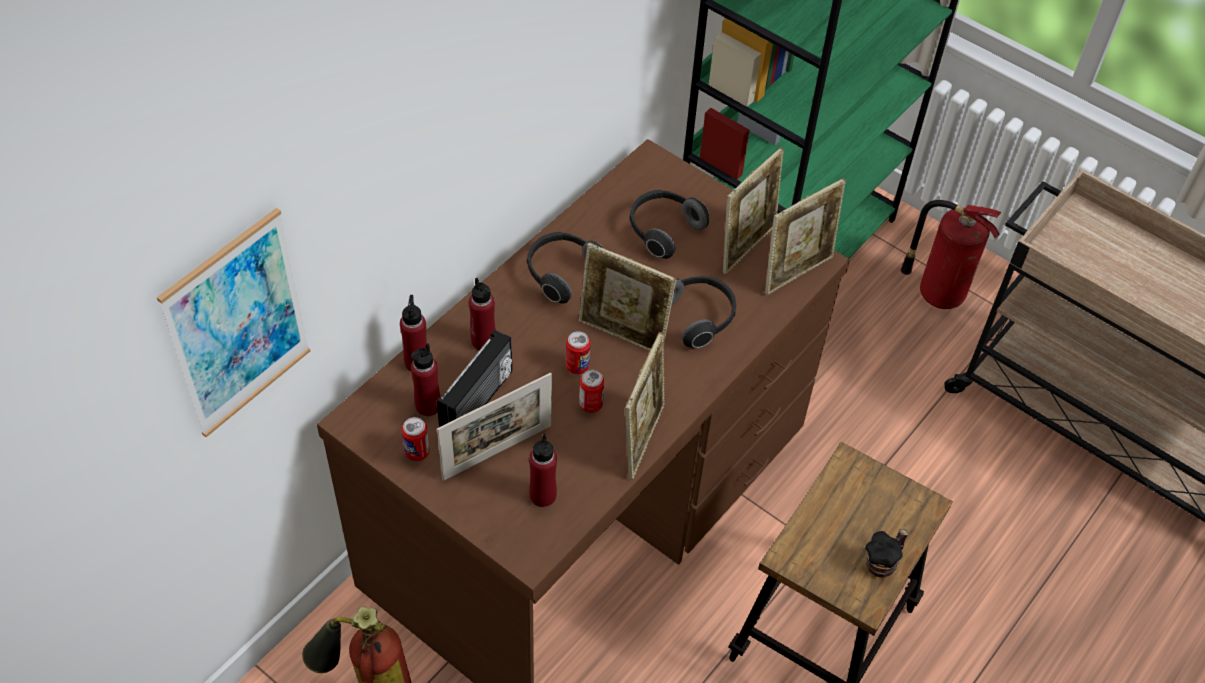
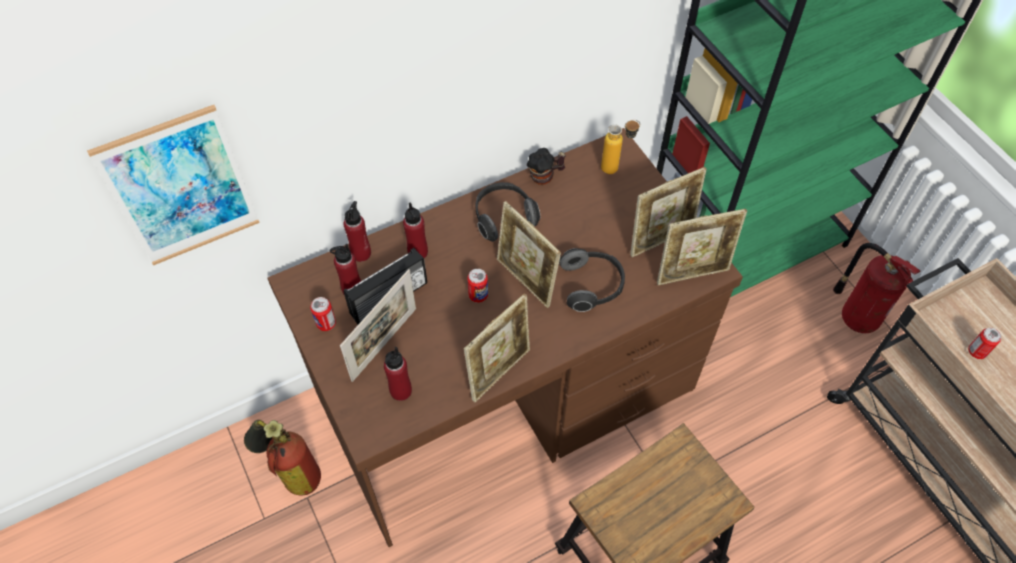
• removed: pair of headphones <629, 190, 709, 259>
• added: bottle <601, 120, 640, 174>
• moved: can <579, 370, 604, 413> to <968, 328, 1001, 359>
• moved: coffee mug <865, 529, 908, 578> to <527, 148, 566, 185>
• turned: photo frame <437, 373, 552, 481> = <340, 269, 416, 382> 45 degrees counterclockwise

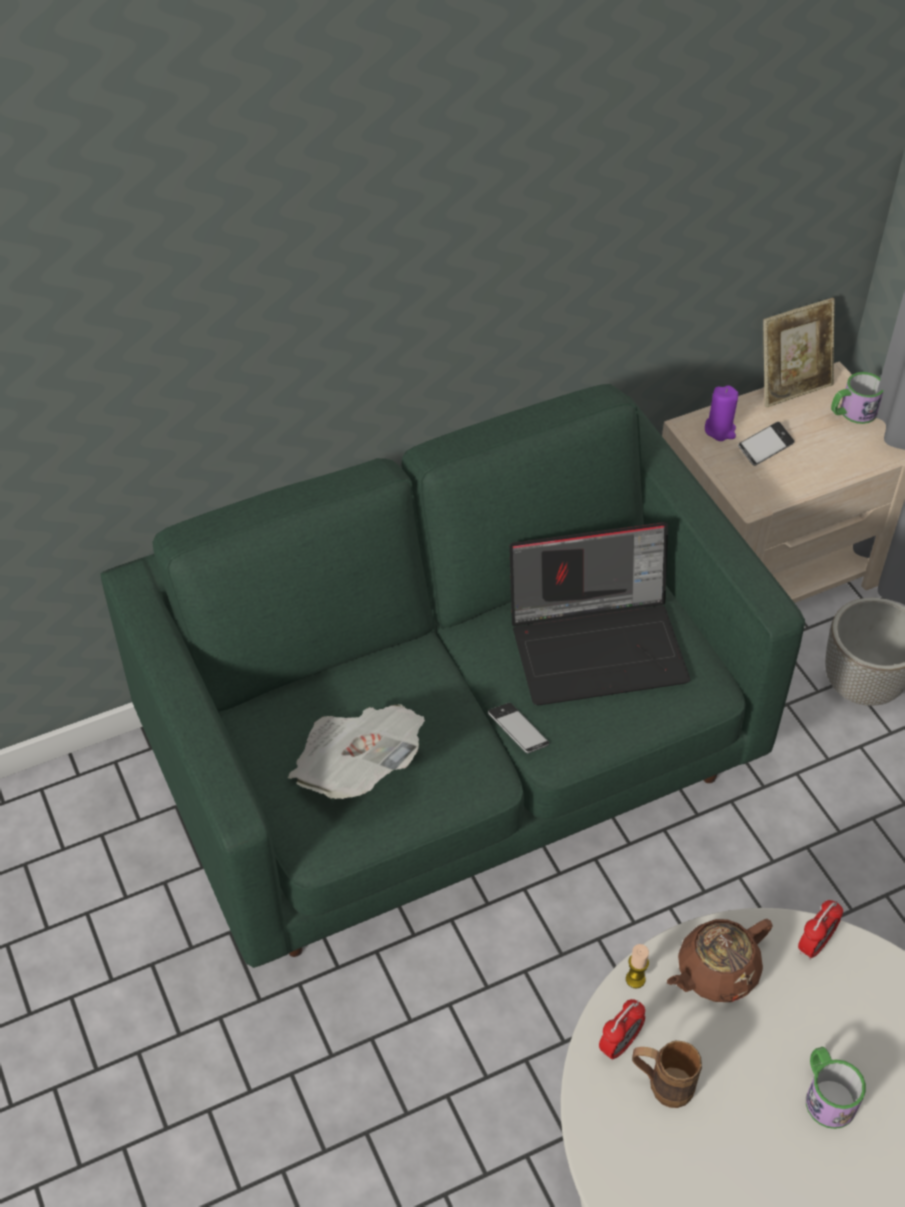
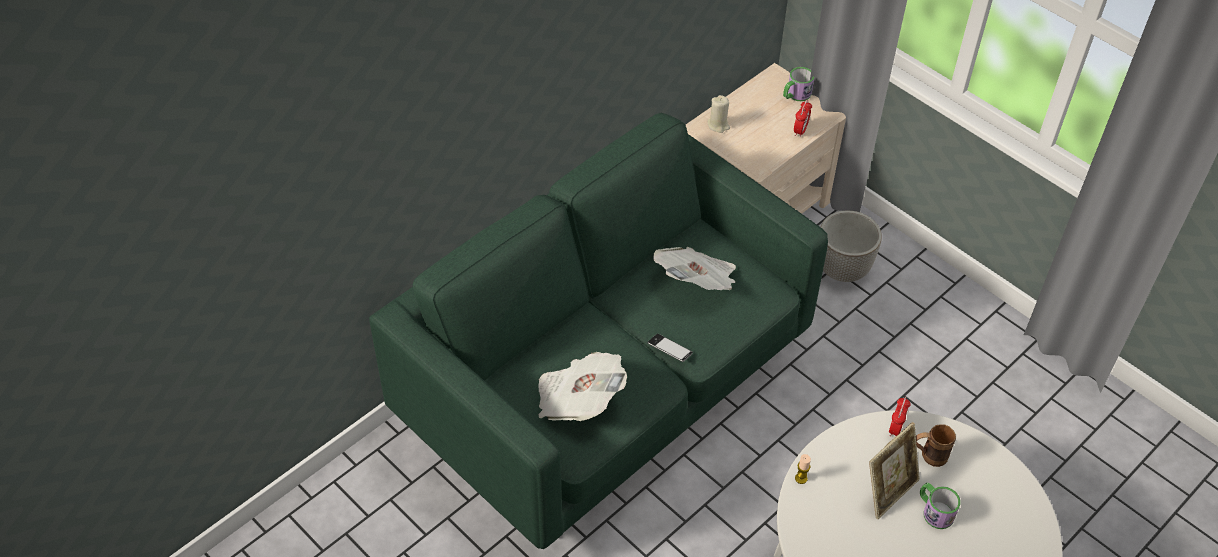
• removed: pot for tea/brownish <667, 919, 773, 1002>
• removed: telephone <738, 422, 794, 466>
• moved: table clock <599, 999, 645, 1061> to <794, 100, 812, 137>
• moved: coffee mug/brownish <632, 1040, 702, 1108> to <916, 424, 956, 467>
• moved: photo frame <763, 298, 835, 408> to <869, 422, 920, 519>
• replaced: laptop <509, 522, 690, 706> to daily paper <653, 247, 736, 290>
• recoloured: wax light/purplish <705, 385, 739, 441> to wax light/beige-coloured <707, 95, 730, 133>

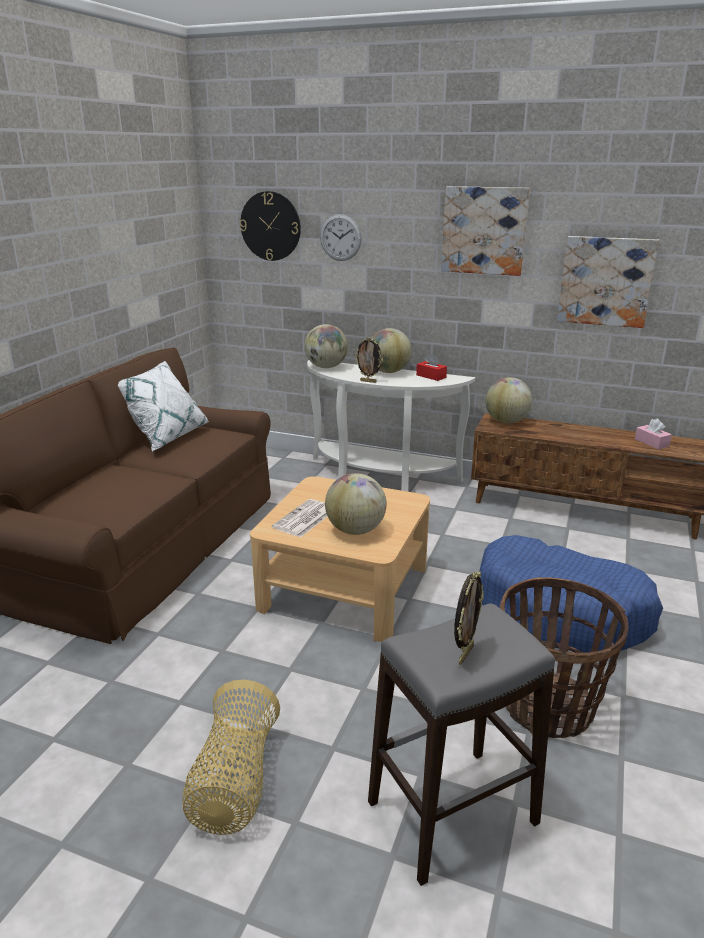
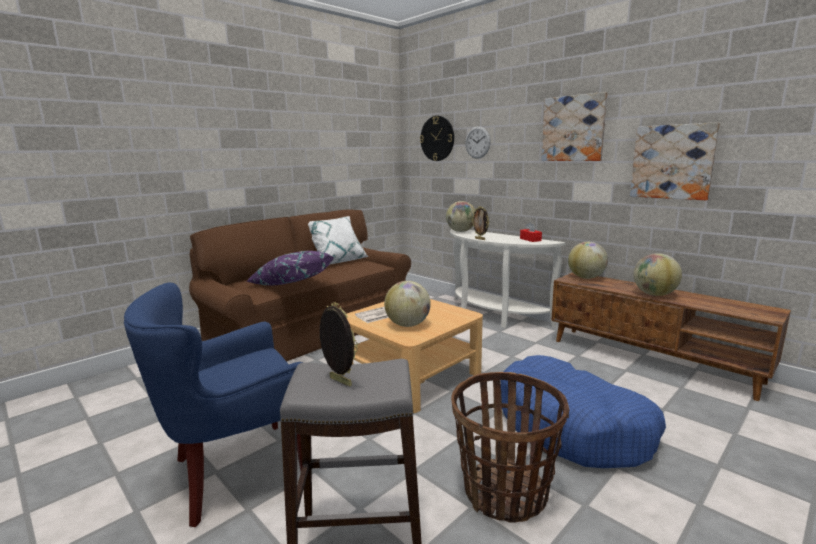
• removed: tissue holder/pink-coloured <635, 419, 672, 449>
• added: throw pillow/purplish <246, 251, 334, 286>
• moved: world globe <371, 328, 412, 373> to <634, 253, 682, 296>
• replaced: basket <182, 680, 280, 835> to easy chair/bluish <124, 283, 304, 527>
• turned: photo frame <454, 571, 484, 665> = <320, 302, 358, 387> 105 degrees counterclockwise

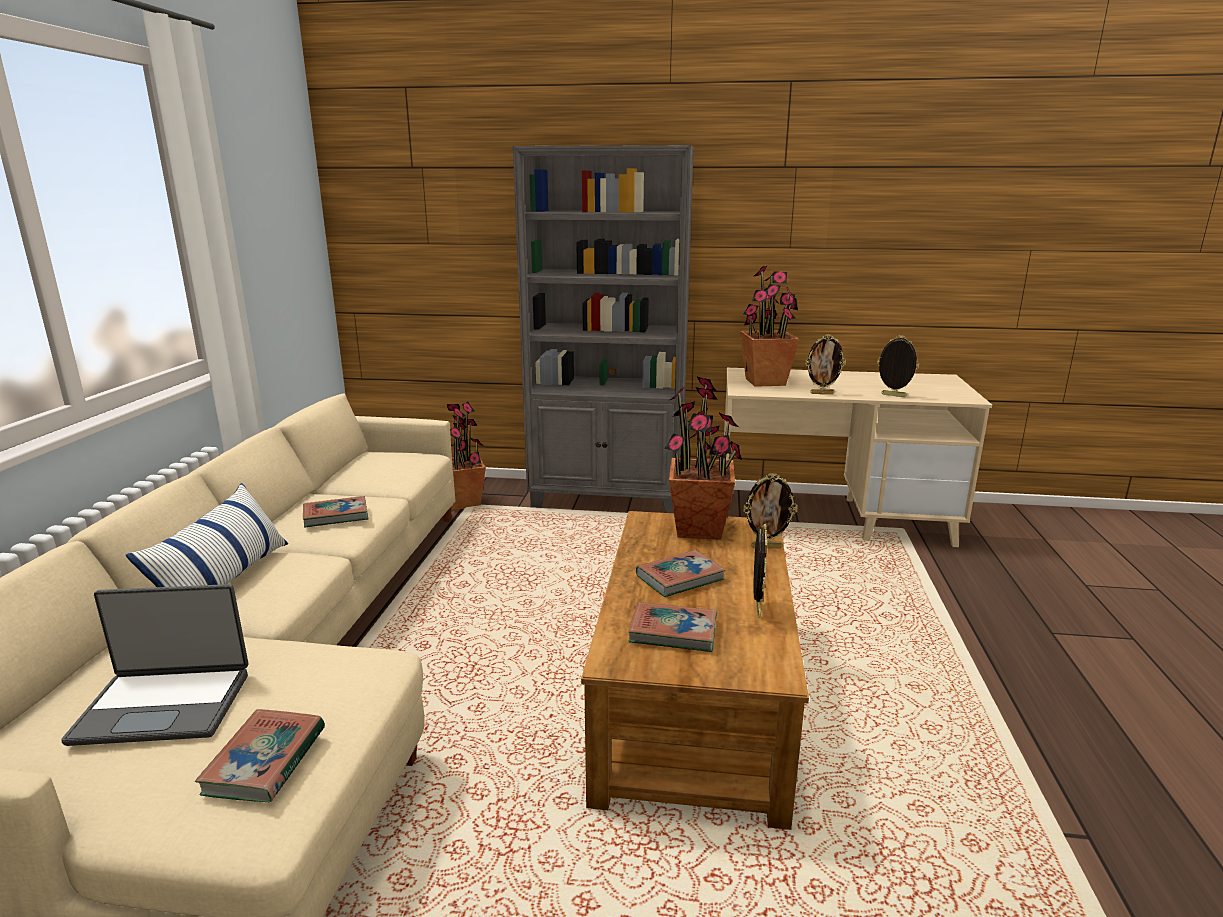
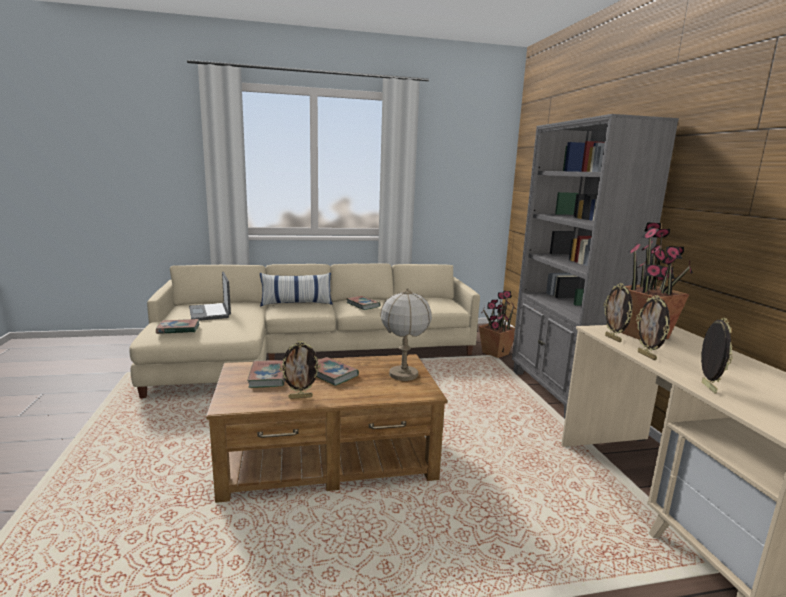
• moved: photo frame <743, 473, 797, 548> to <604, 283, 633, 342>
• replaced: houseplant <665, 377, 742, 540> to table lamp <380, 288, 432, 381>

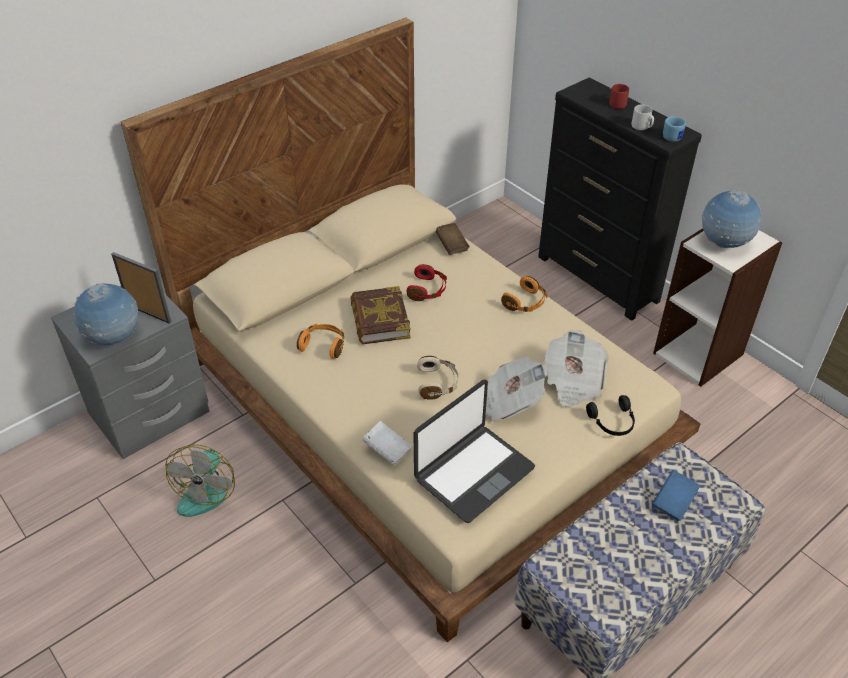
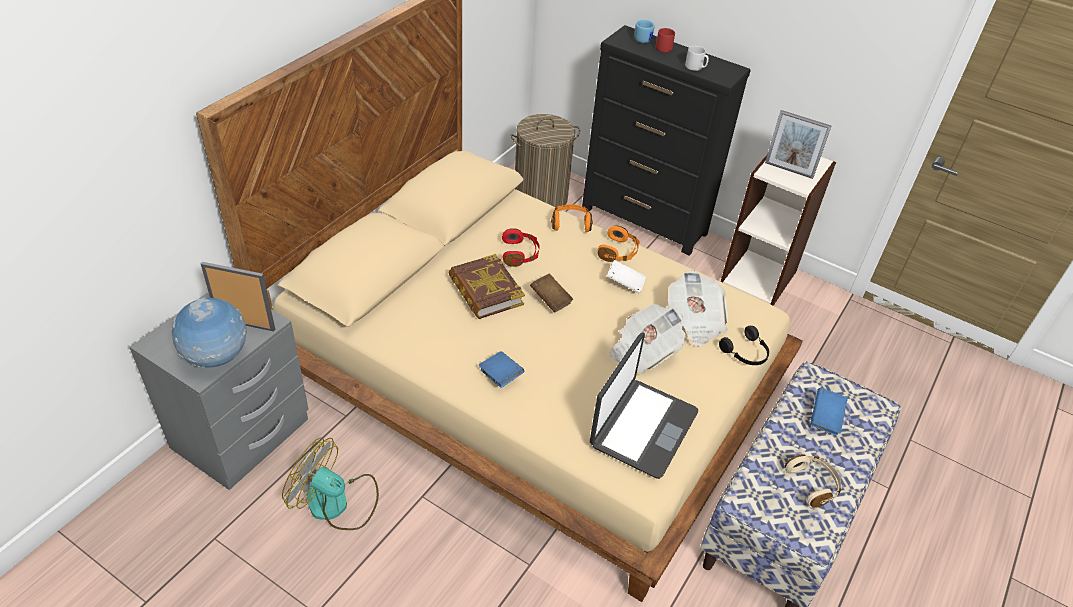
• added: book/bluish <478, 351, 524, 388>
• added: laundry basket <510, 114, 580, 207>
• moved: pair of headphones/orange-coloured <297, 324, 344, 359> to <551, 204, 593, 232>
• moved: book/white <362, 421, 412, 466> to <607, 260, 646, 293>
• moved: pair of headphones/beige-coloured <417, 356, 458, 400> to <785, 454, 843, 508>
• moved: book/brownish <436, 223, 470, 255> to <530, 274, 573, 313>
• moved: coffee mug/bluish <663, 116, 686, 142> to <634, 20, 655, 43>
• replaced: world globe <702, 190, 763, 248> to photo frame <765, 110, 831, 179>
• turned: electric fan <165, 444, 235, 517> = <282, 437, 379, 530> 120 degrees clockwise

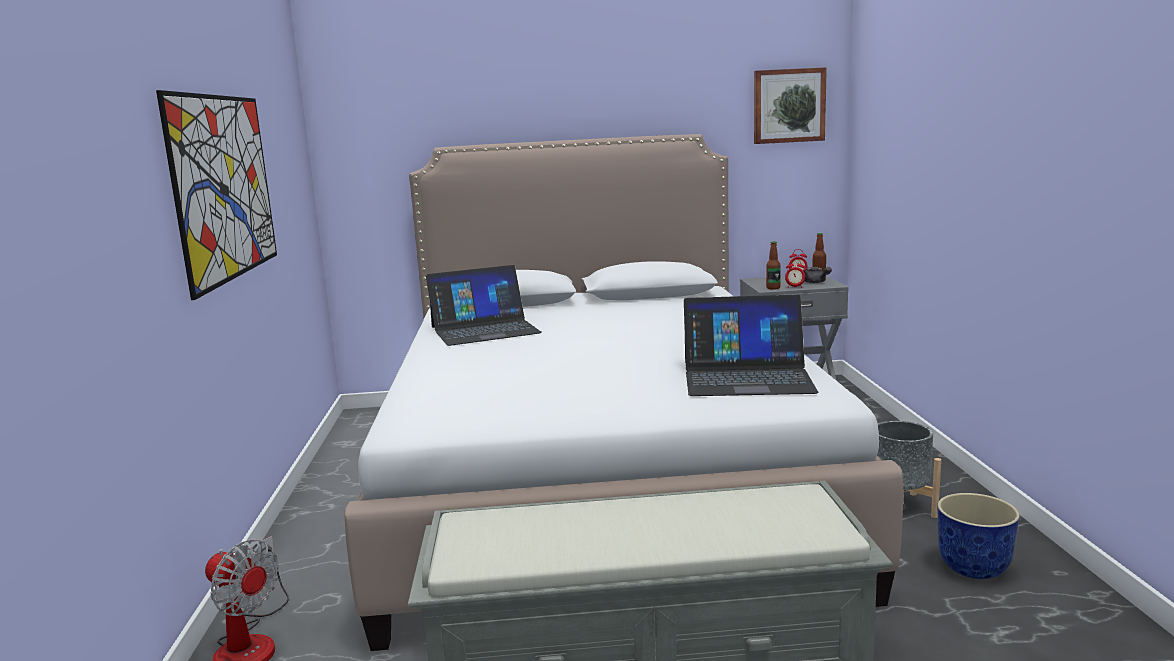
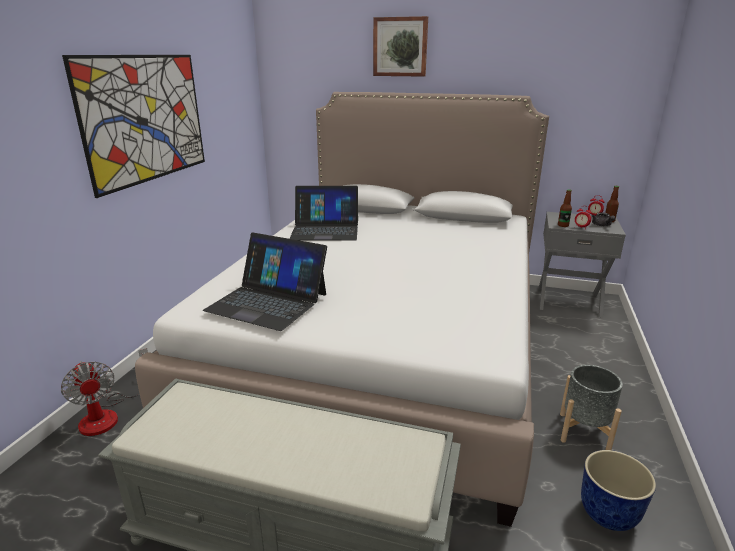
• moved: laptop <684, 295, 819, 396> to <203, 232, 327, 331>
• moved: picture <754, 67, 827, 144> to <373, 16, 428, 77>

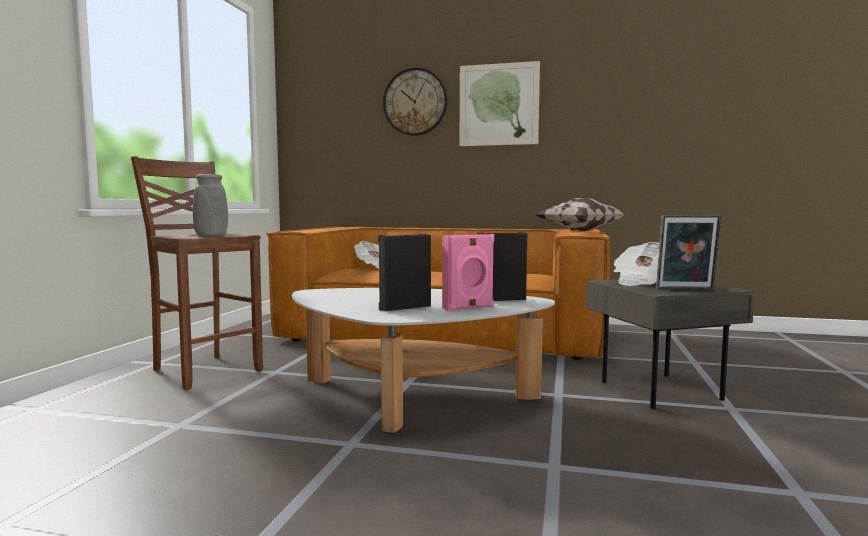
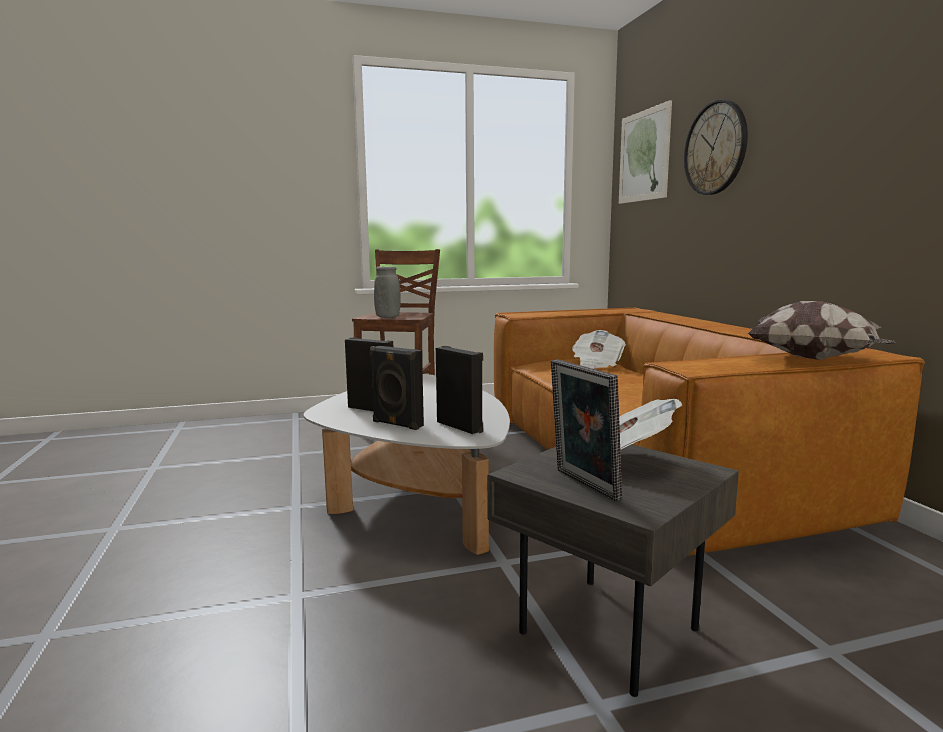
• moved: picture <460, 61, 540, 146> to <619, 100, 672, 204>
• recoloured: speaker/pink-coloured <442, 234, 494, 311> to speaker/black-coloured <370, 346, 424, 430>

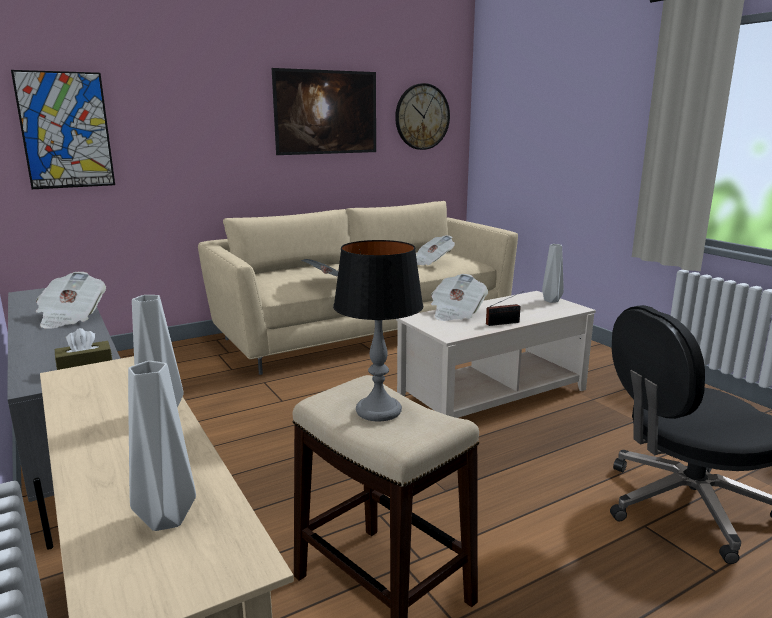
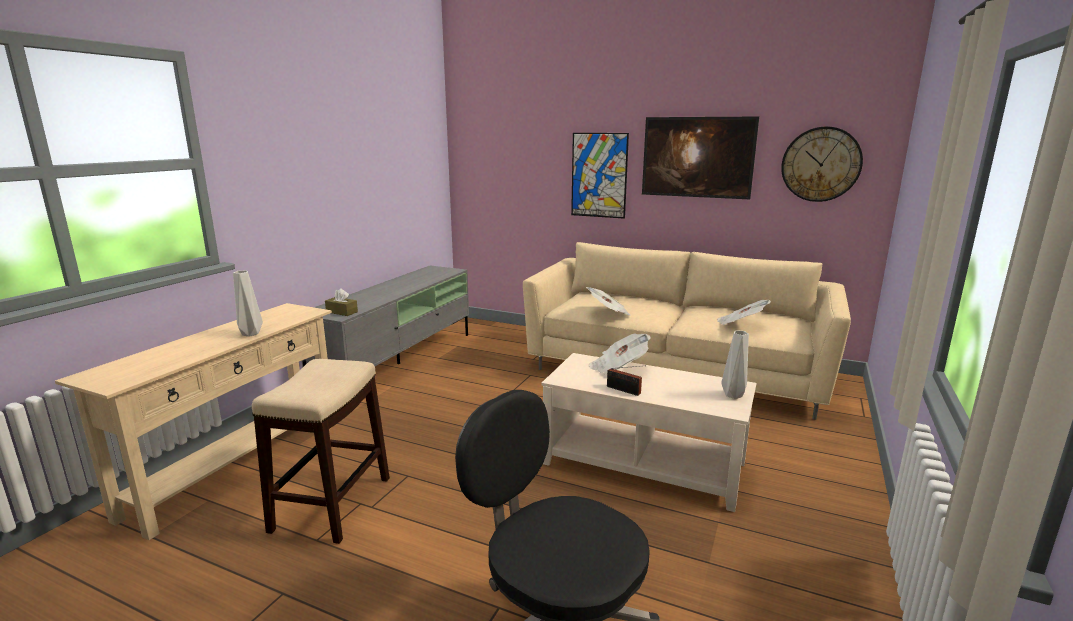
• removed: daily paper <36, 272, 106, 329>
• removed: vase/grey <128, 361, 196, 531>
• removed: table lamp <333, 240, 423, 422>
• moved: picture <11, 70, 115, 189> to <571, 133, 629, 219>

